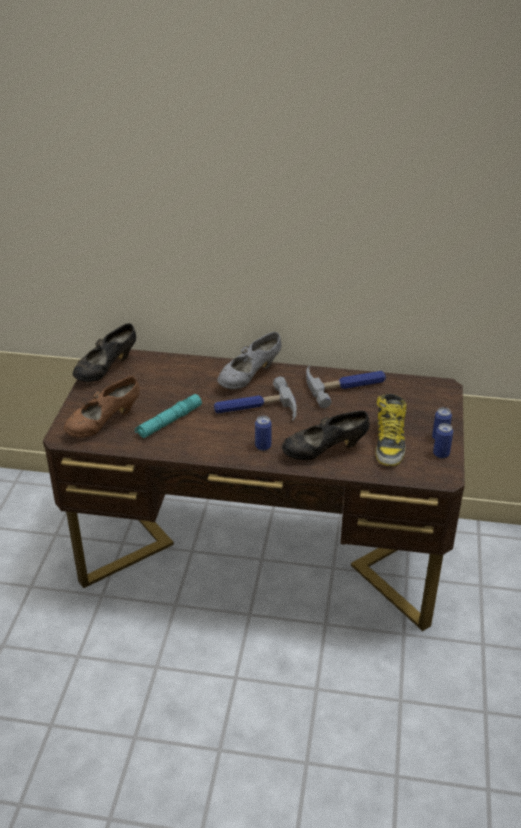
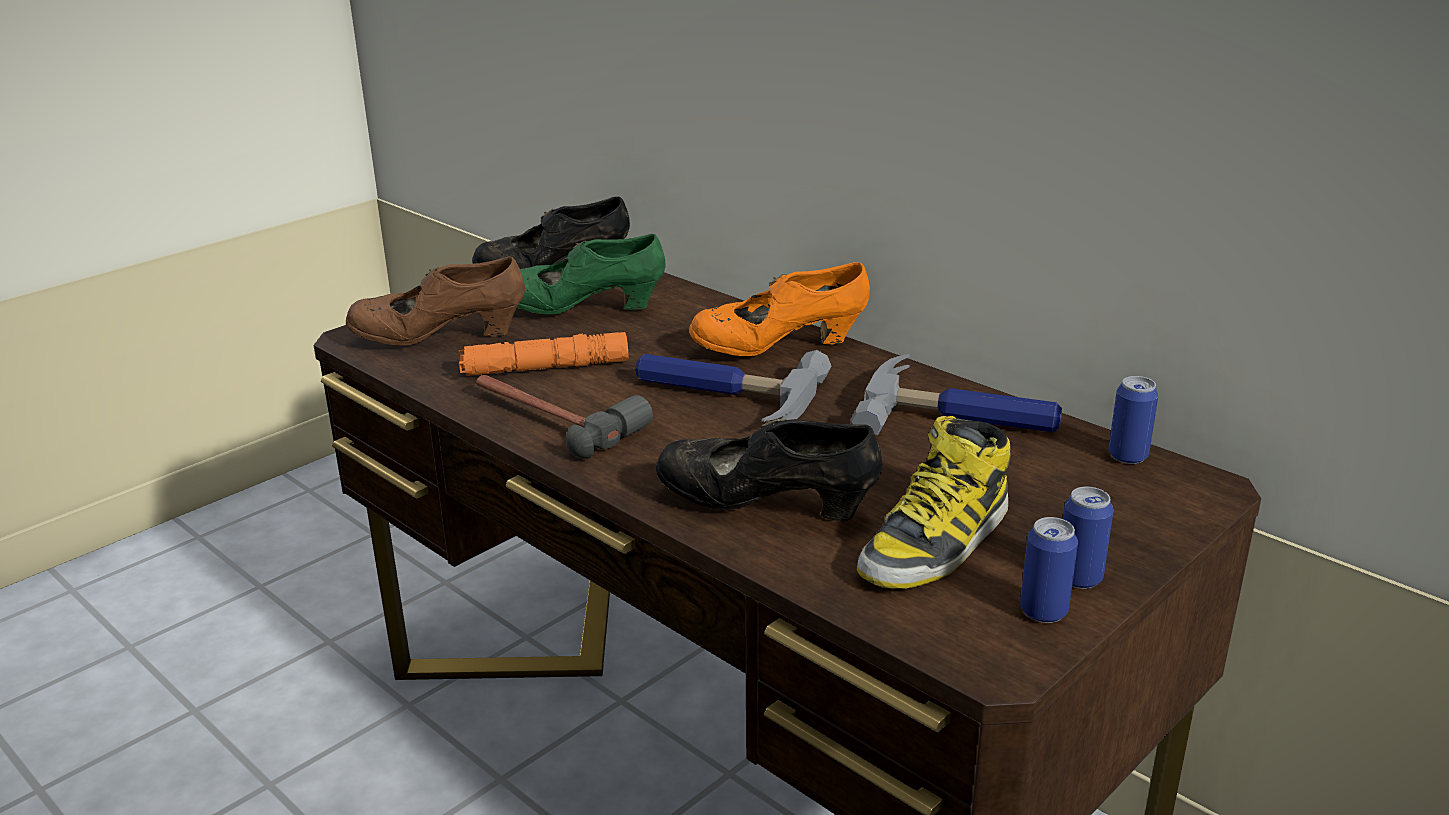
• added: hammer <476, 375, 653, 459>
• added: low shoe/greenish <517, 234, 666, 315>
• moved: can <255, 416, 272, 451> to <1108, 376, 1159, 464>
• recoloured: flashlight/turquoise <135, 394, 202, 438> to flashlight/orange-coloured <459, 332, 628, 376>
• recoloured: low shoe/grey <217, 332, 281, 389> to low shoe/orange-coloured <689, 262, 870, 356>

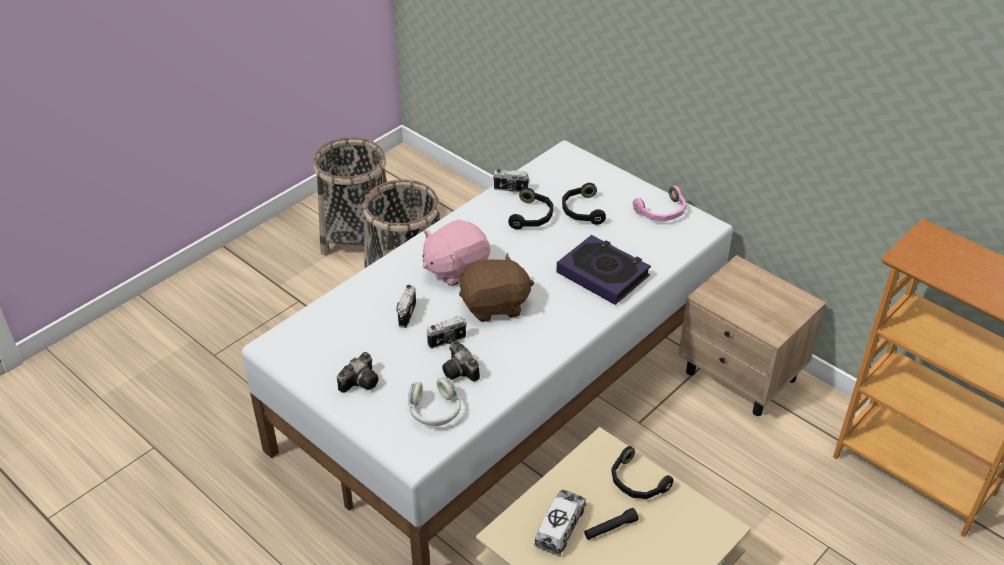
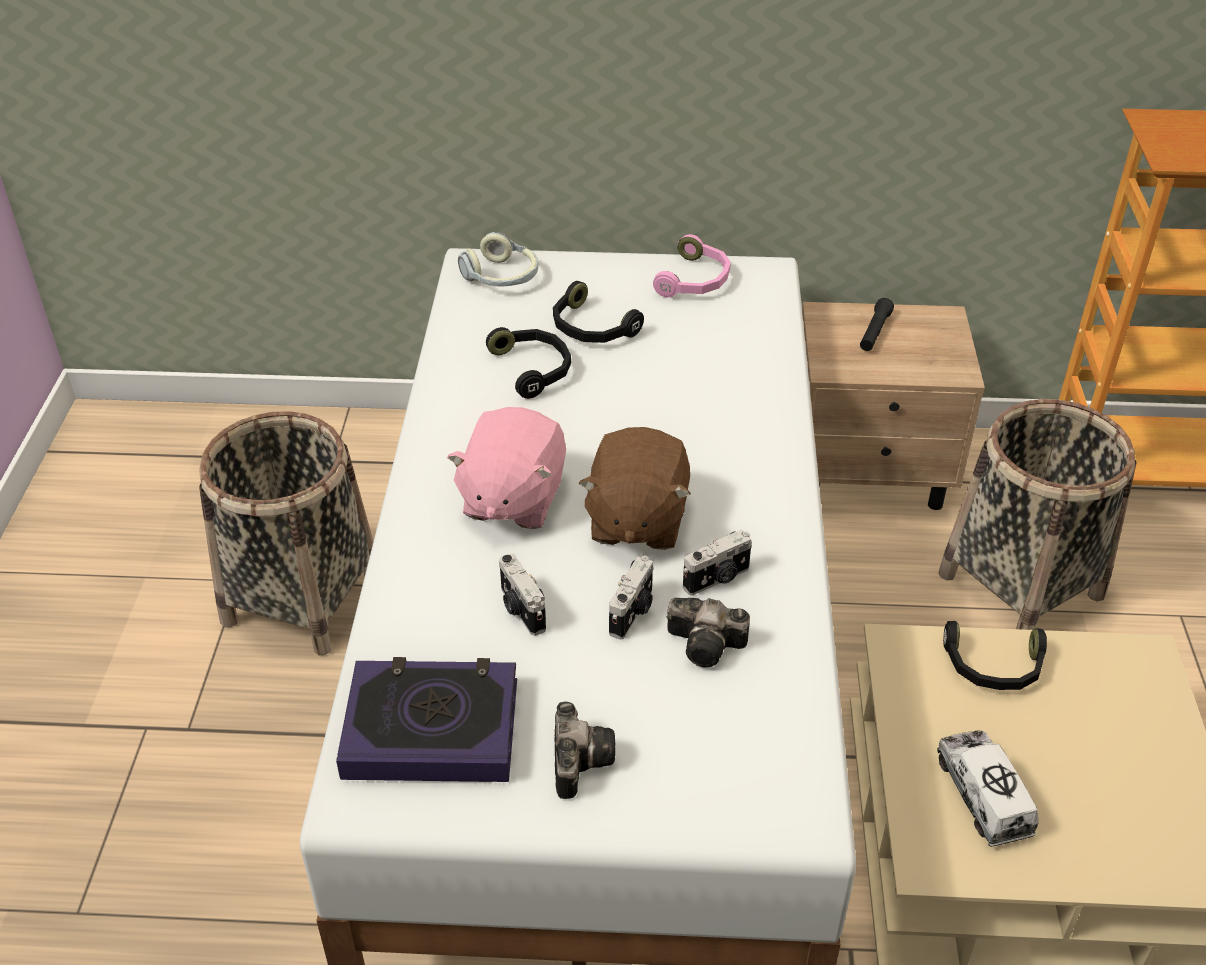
• moved: basket <313, 137, 387, 255> to <938, 399, 1137, 630>
• moved: pair of headphones <408, 377, 461, 426> to <458, 232, 539, 287>
• moved: still camera <493, 169, 530, 192> to <683, 530, 752, 595>
• moved: book <556, 235, 651, 305> to <336, 657, 517, 782>
• moved: flashlight/black-coloured <584, 508, 638, 540> to <860, 298, 894, 351>
• turned: cuddly toy/brownish <459, 253, 534, 322> = <579, 427, 691, 550> 150 degrees clockwise

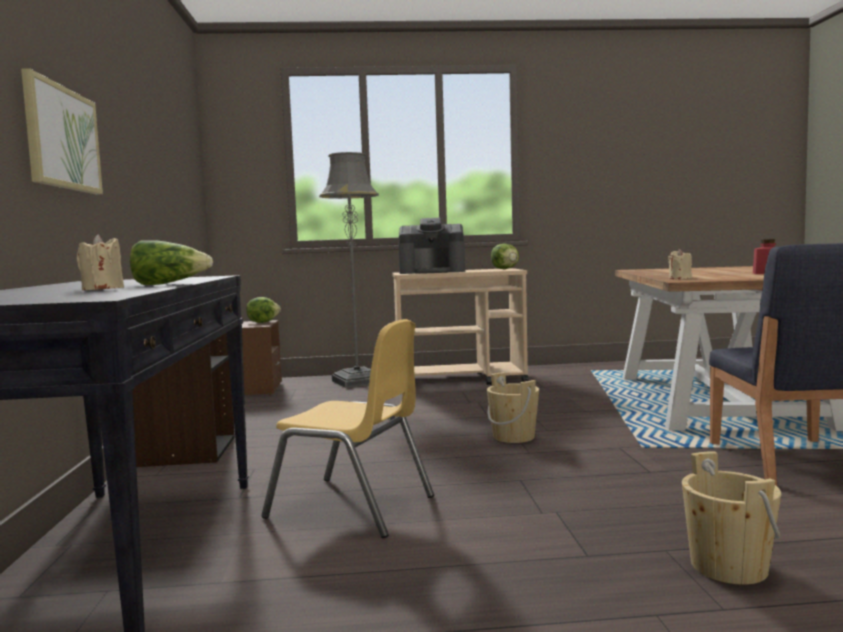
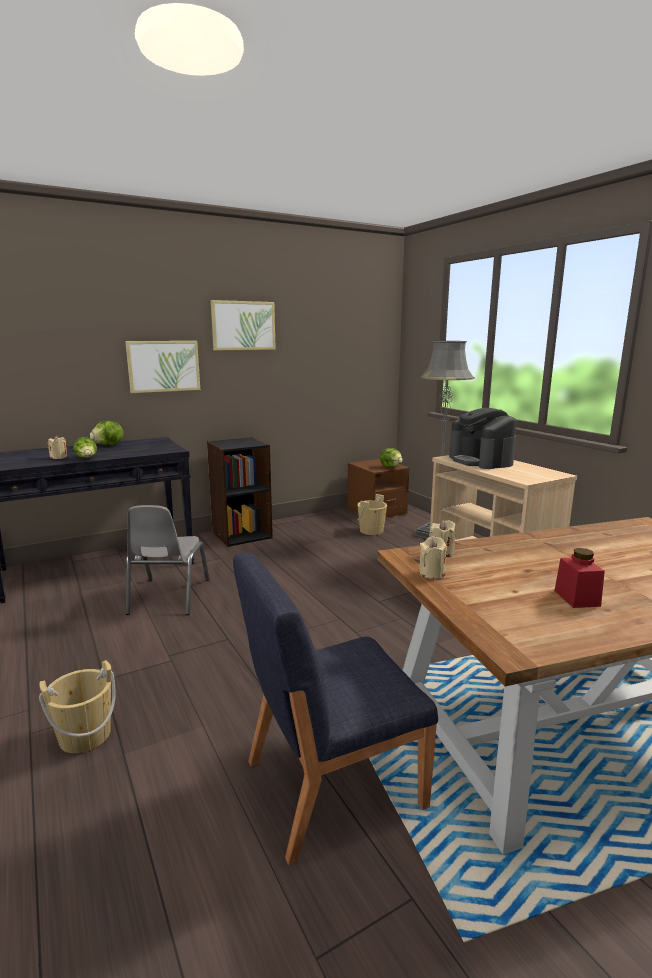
• added: picture <211, 300, 276, 350>
• added: wax light/beige-coloured <419, 536, 447, 579>
• moved: pail/beige-coloured <487, 372, 539, 443> to <357, 494, 387, 535>
• moved: head of lettuce <491, 244, 519, 269> to <90, 421, 123, 445>
• recoloured: upright chair/yellow-coloured <261, 319, 434, 538> to upright chair/grey <125, 505, 209, 615>

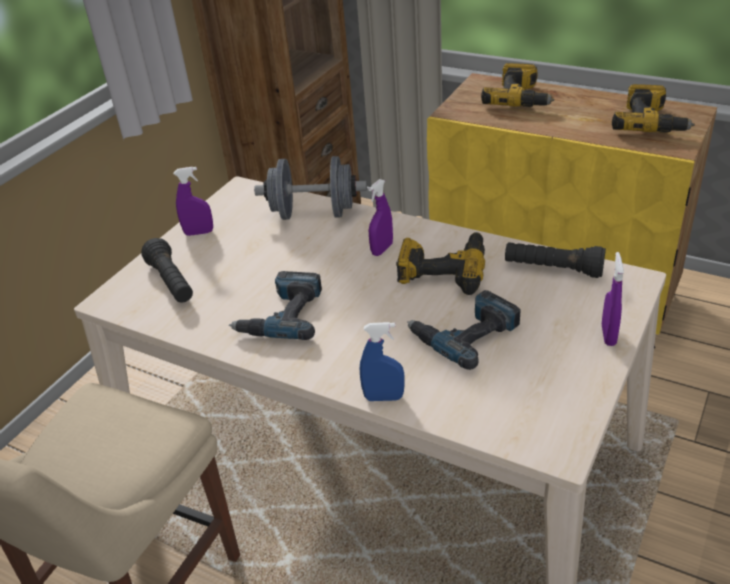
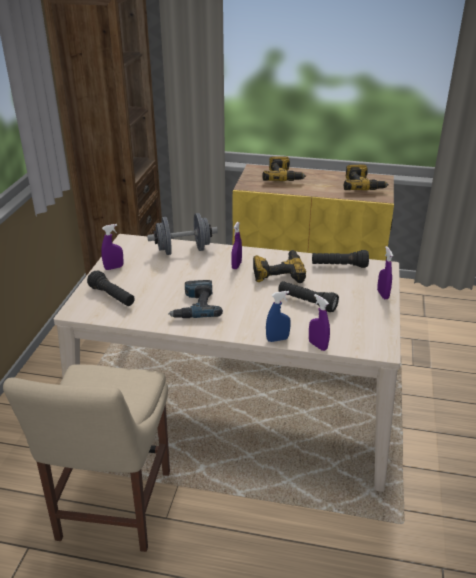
• added: sprayer/purplish <309, 294, 330, 351>
• replaced: drill <407, 290, 521, 370> to flashlight/black-coloured <278, 281, 339, 312>

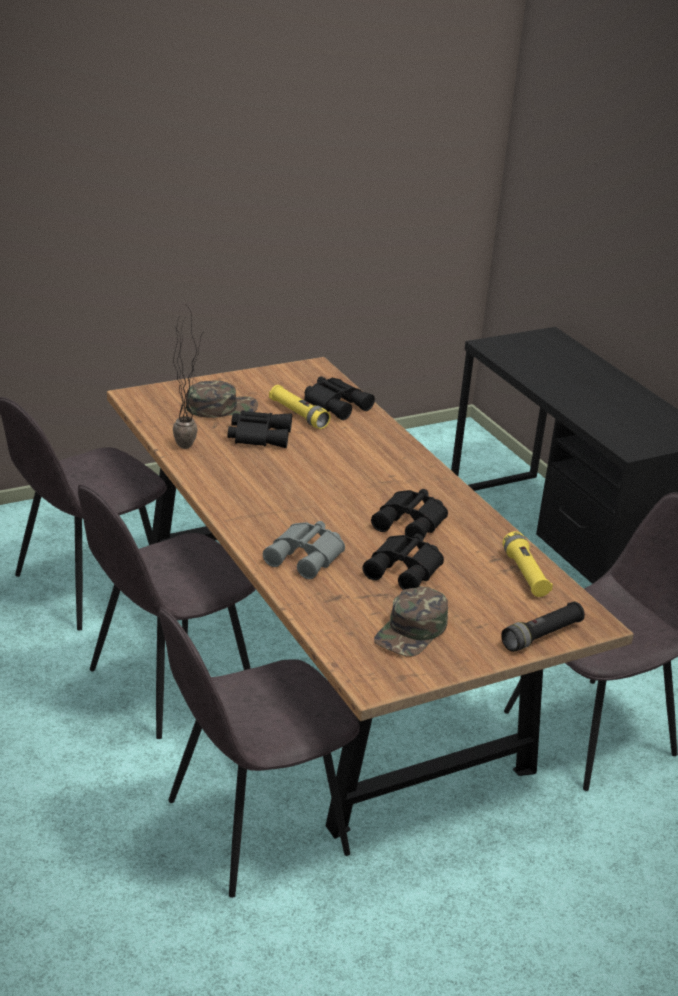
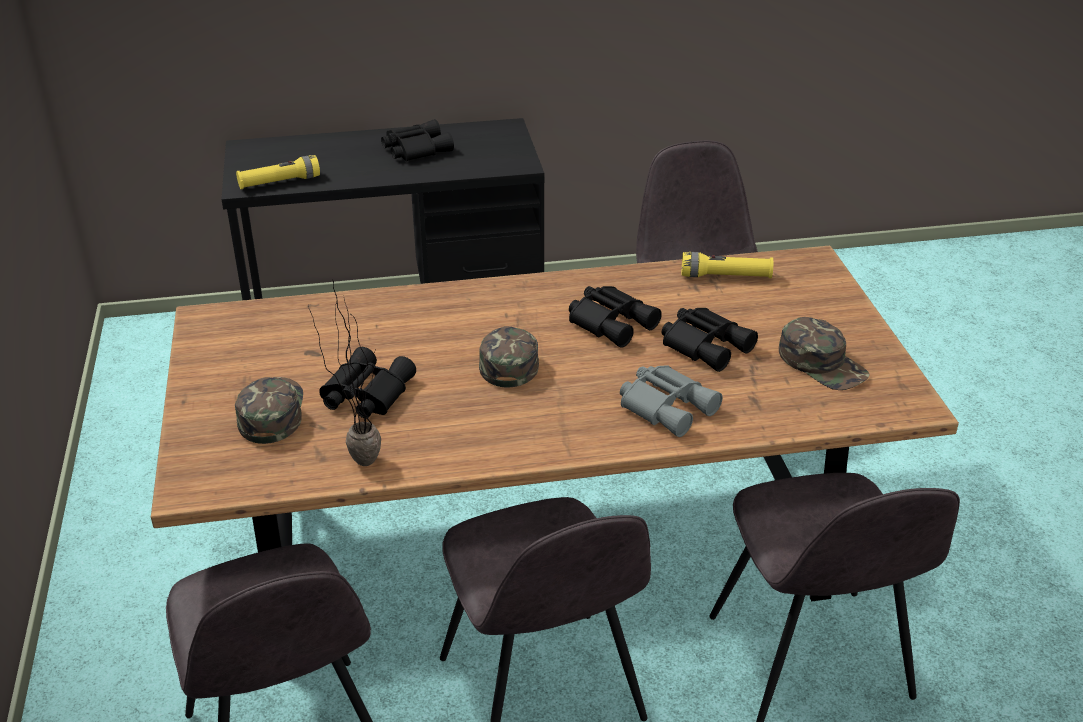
• removed: flashlight/black-coloured <501, 601, 585, 652>
• added: baseball cap/greenish <479, 326, 539, 387>
• moved: flashlight/yellow-coloured <269, 385, 330, 429> to <236, 155, 320, 189>
• moved: field glasses/black-coloured <304, 376, 375, 420> to <381, 119, 454, 162>

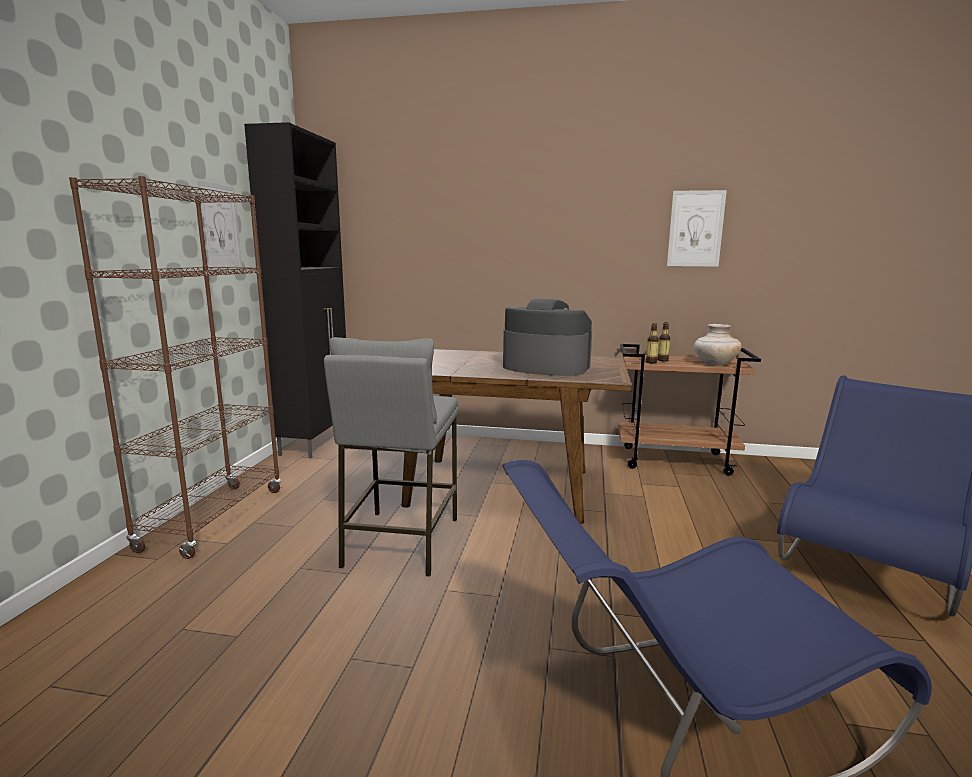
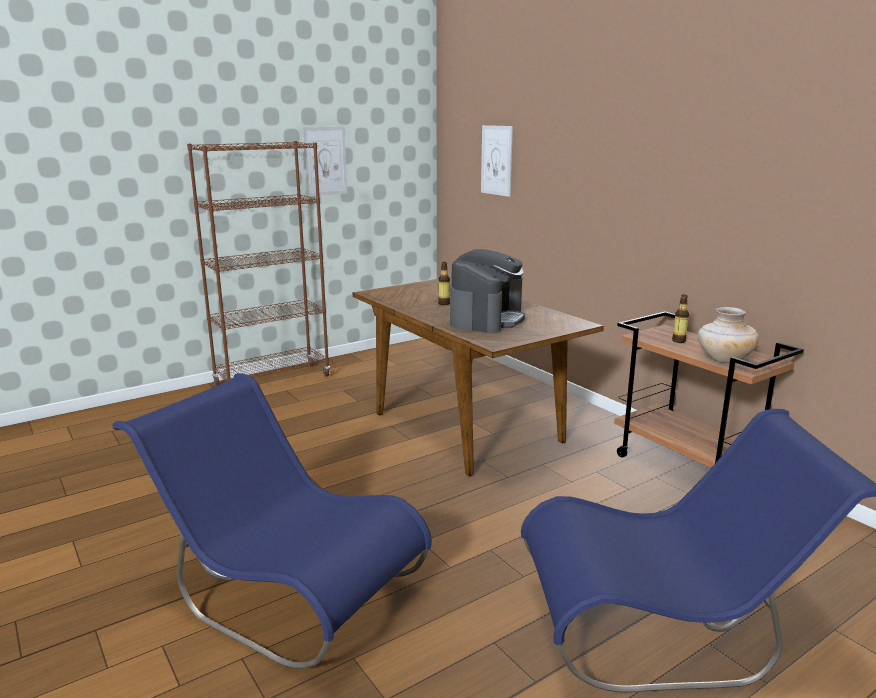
• removed: storage cabinet/black-coloured <244, 122, 346, 458>
• removed: sitting stool/grey <324, 337, 458, 577>
• moved: bottle <646, 323, 659, 363> to <438, 262, 450, 305>
• moved: picture <667, 190, 727, 267> to <481, 125, 513, 197>
• turned: coffee maker <503, 299, 592, 376> = <450, 249, 525, 333> 45 degrees clockwise

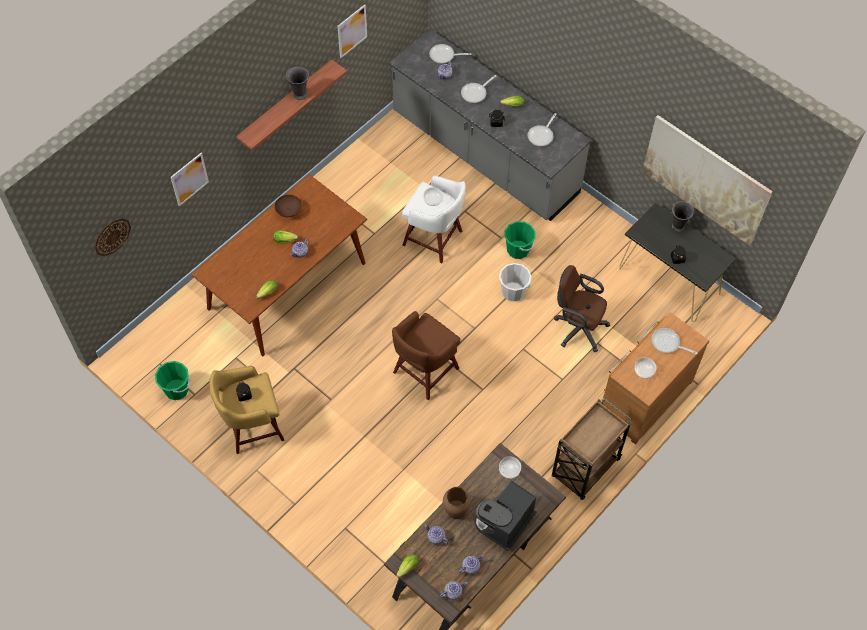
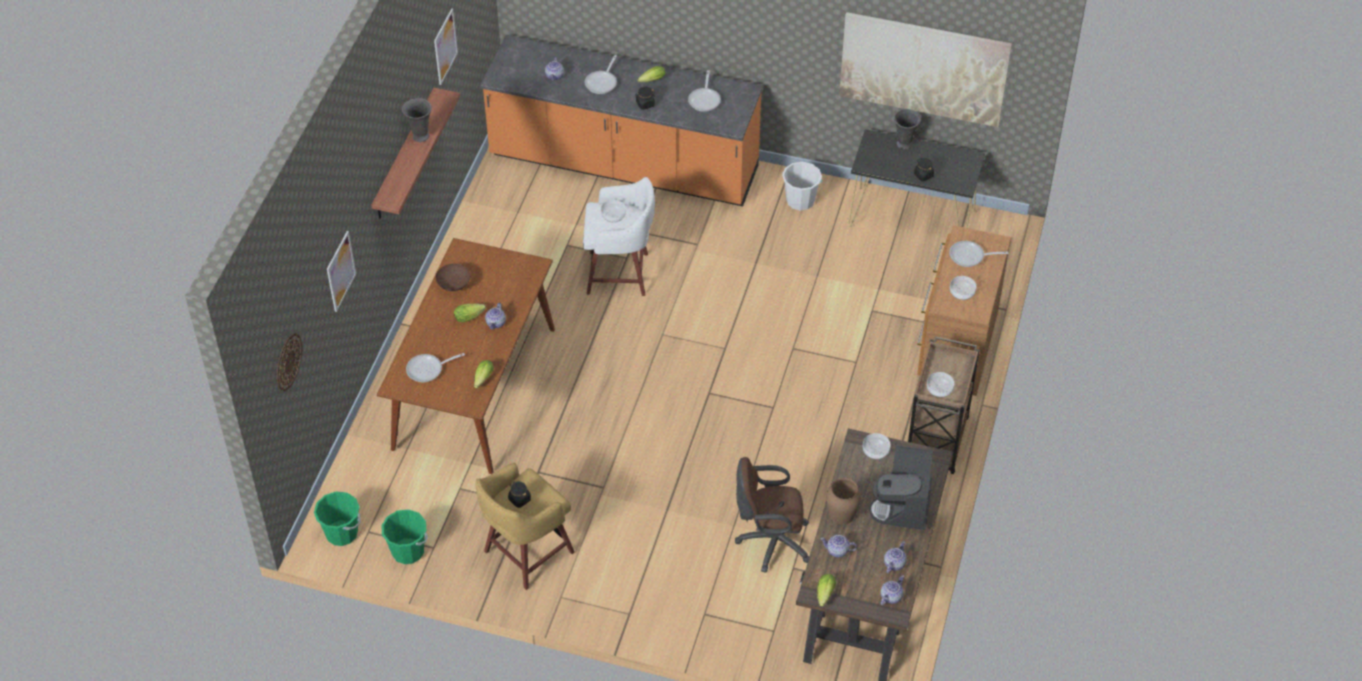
• removed: sitting stool/brownish <392, 311, 460, 400>
• added: bowl <927, 372, 954, 397>
• moved: skillet <429, 44, 472, 64> to <406, 353, 465, 382>
• moved: pail/white <499, 263, 532, 301> to <782, 162, 823, 210>
• moved: pail/greenish <504, 221, 536, 259> to <314, 492, 361, 546>
• moved: office chair/brownish <554, 265, 610, 352> to <735, 457, 809, 573>
• recoloured: counter/grey <389, 29, 591, 221> to counter/orange-coloured <480, 35, 763, 206>

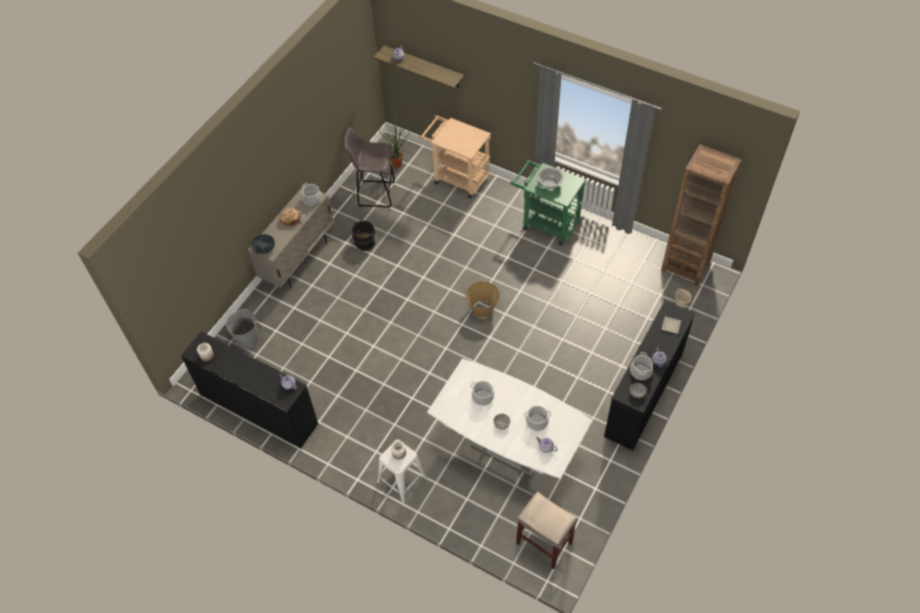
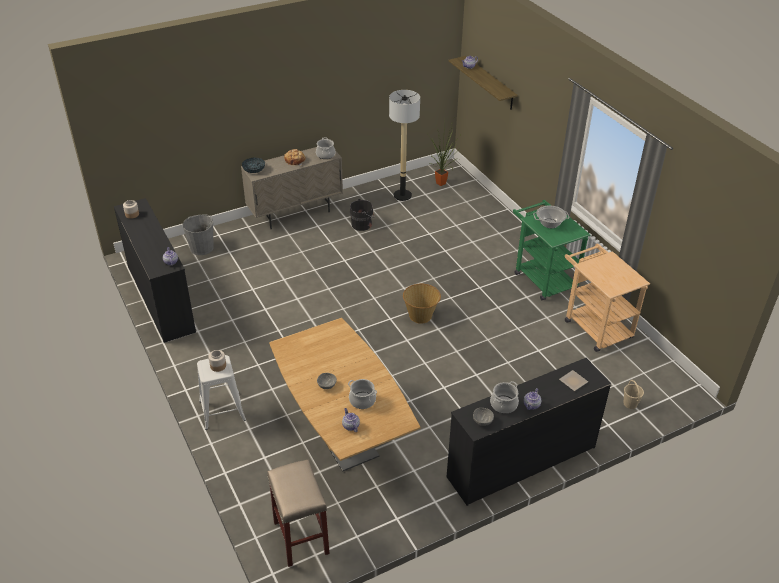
• removed: cooking pot <471, 381, 495, 406>
• removed: bookcase/brownish <661, 145, 742, 286>
• moved: wheeled cart/beige-coloured <419, 115, 491, 198> to <565, 243, 650, 352>
• replaced: sitting stool/grey <344, 127, 395, 208> to standard lamp <389, 90, 420, 201>
• recoloured: kitchen table/white <427, 358, 593, 479> to kitchen table/brownish <269, 318, 421, 472>

